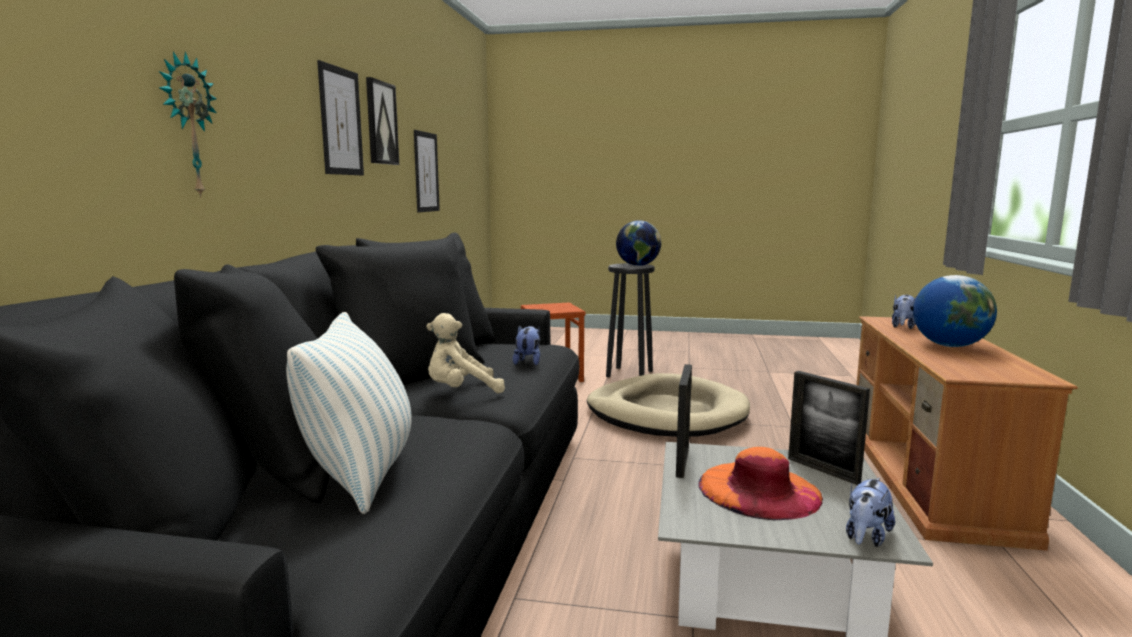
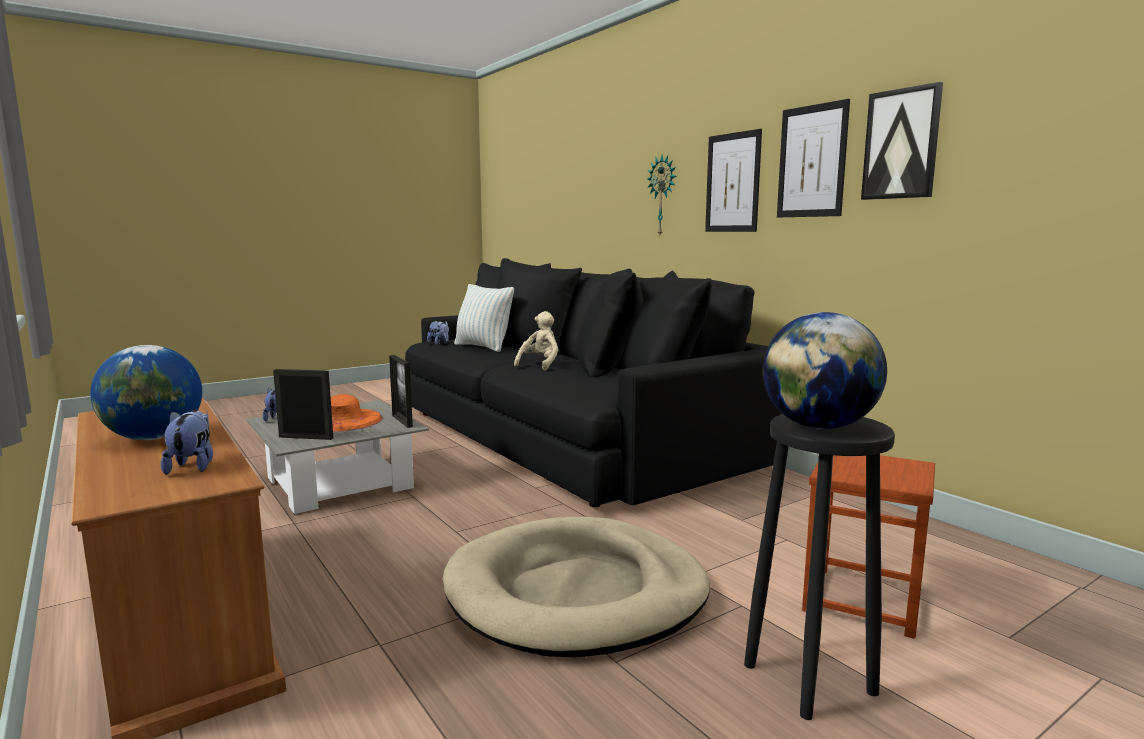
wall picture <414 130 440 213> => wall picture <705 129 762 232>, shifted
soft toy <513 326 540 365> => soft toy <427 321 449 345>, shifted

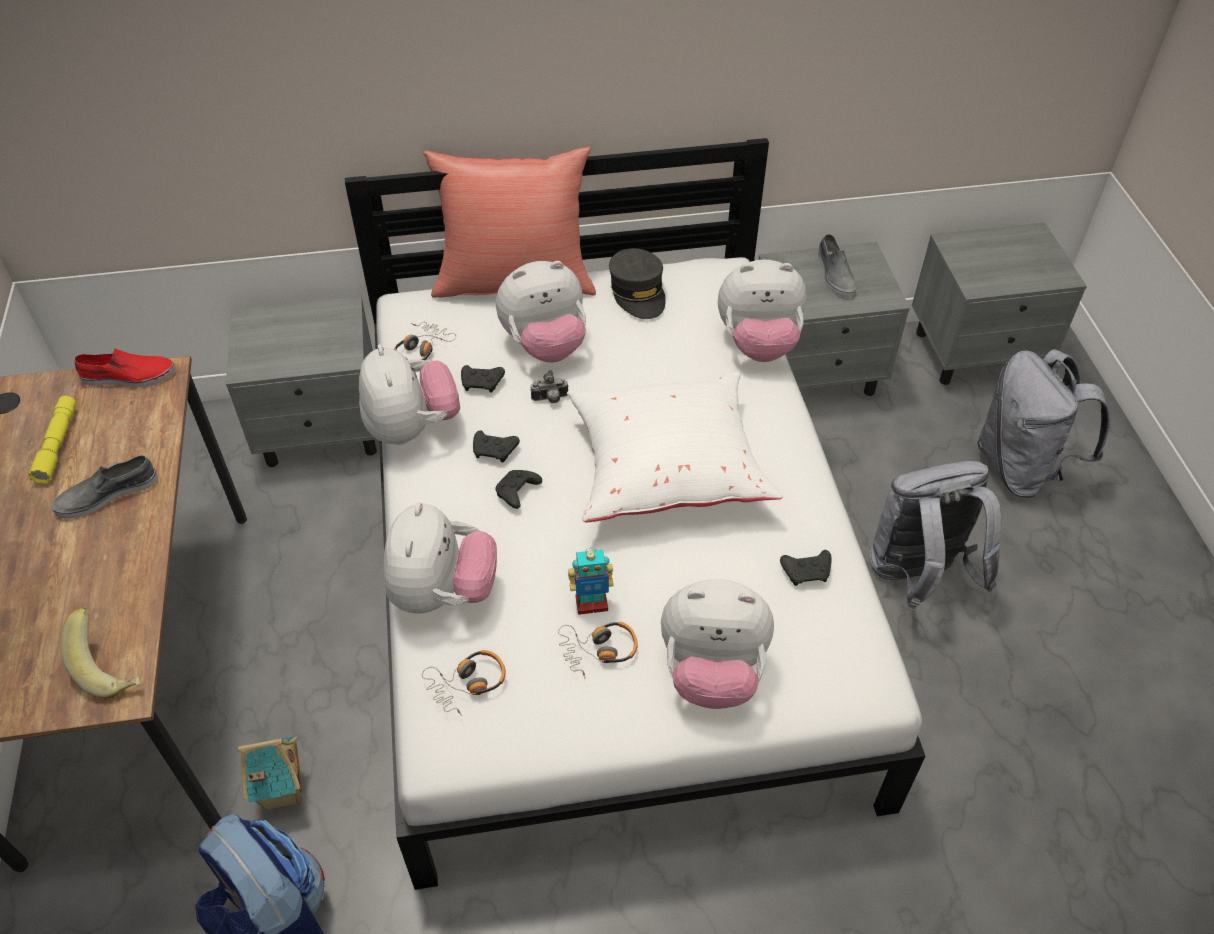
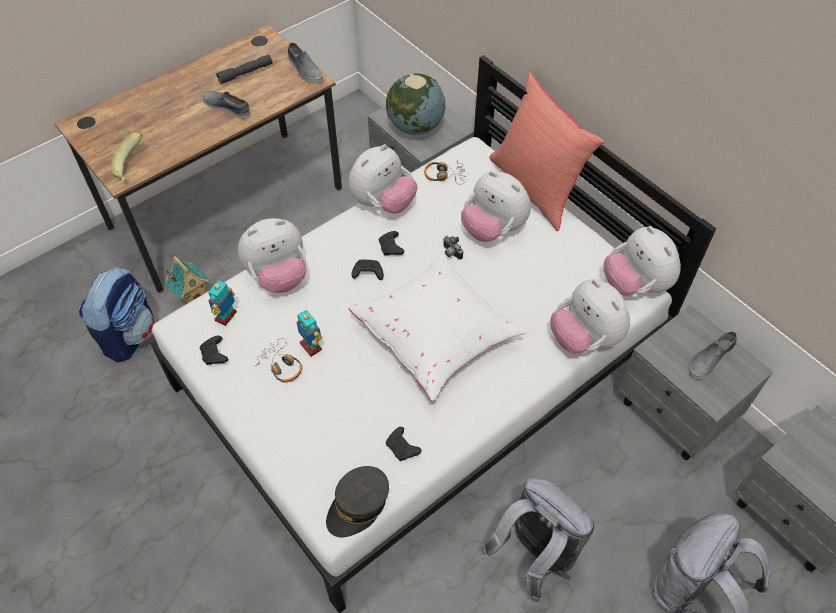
yellowish torch <28 396 77 484> => gray torch <216 55 272 84>
red low shoe <74 348 176 387> => gray low shoe <287 42 323 83>
headphones <422 650 506 716> => model robot <208 280 237 326>
black-coloured joypad <461 365 505 393> => black-coloured joypad <200 336 228 365>, shifted
gray peaked cap <609 248 666 319> => gray peaked cap <326 466 389 538>, shifted
soft toy <661 579 774 709> => soft toy <604 226 681 296>, shifted
nothing => world globe <386 73 445 135>

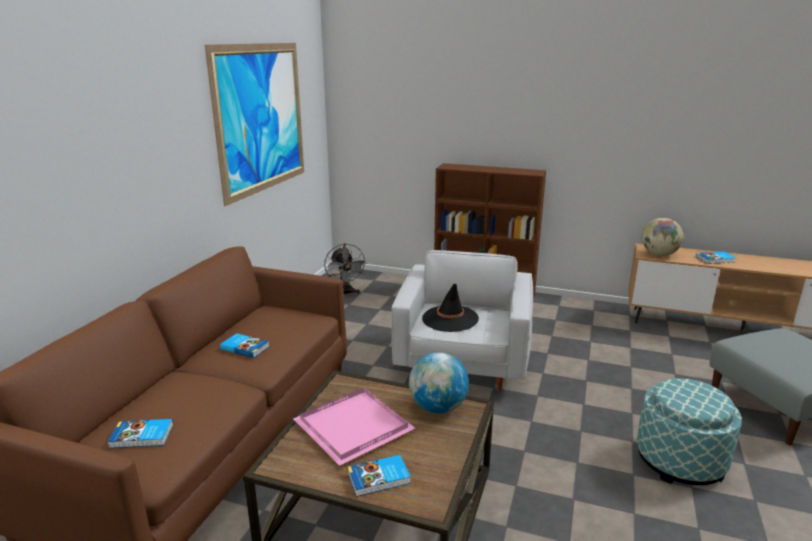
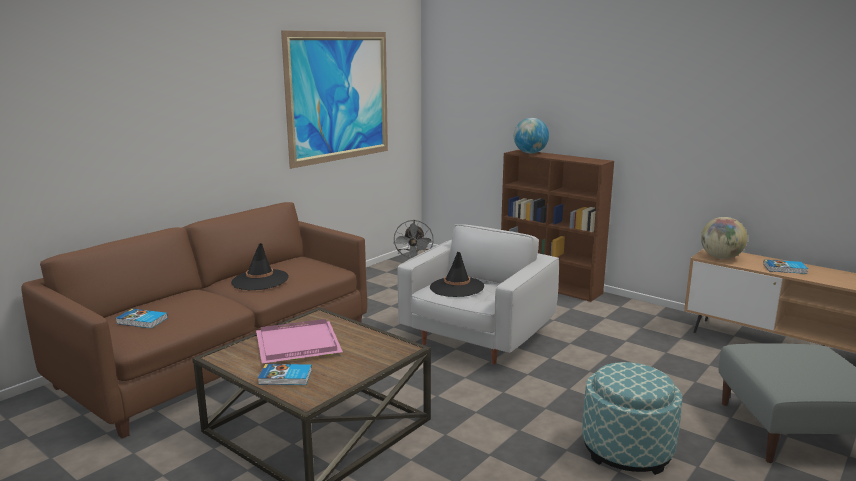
volume <220 333 270 358> => black-coloured hat <231 243 289 290>
world globe <409 352 469 414> => world globe <514 118 549 153>, shifted

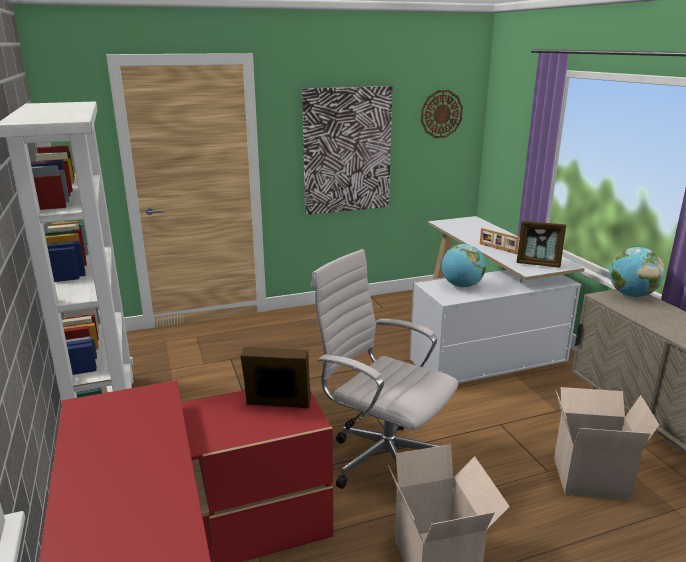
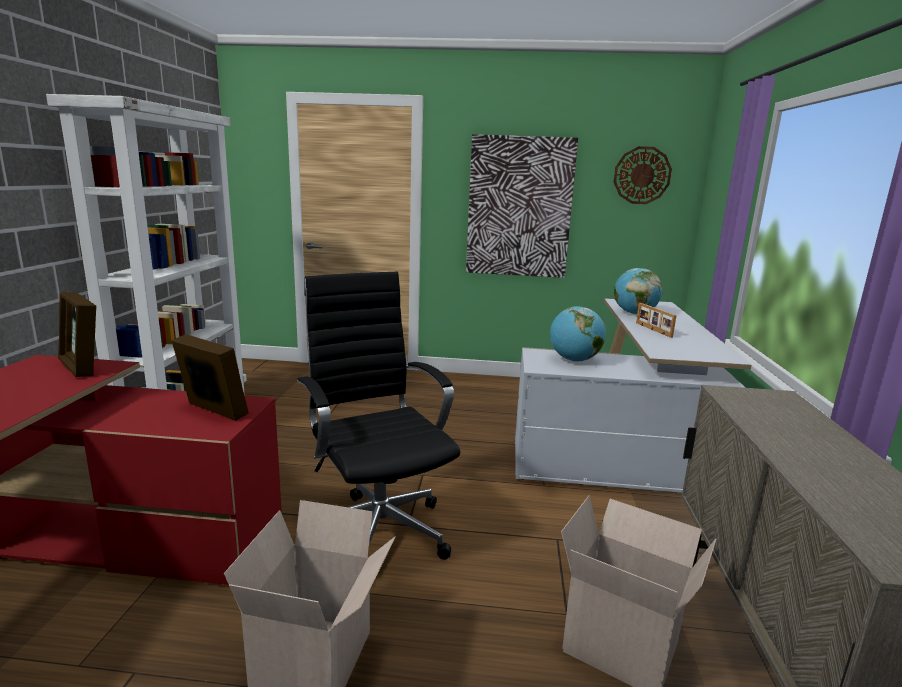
whitish computer chair <311 249 458 489> => black-coloured computer chair <297 272 460 560>
picture frame <517 221 566 268> => picture frame <58 292 96 377>, shifted
world globe <609 247 665 297> => world globe <614 268 662 314>, shifted

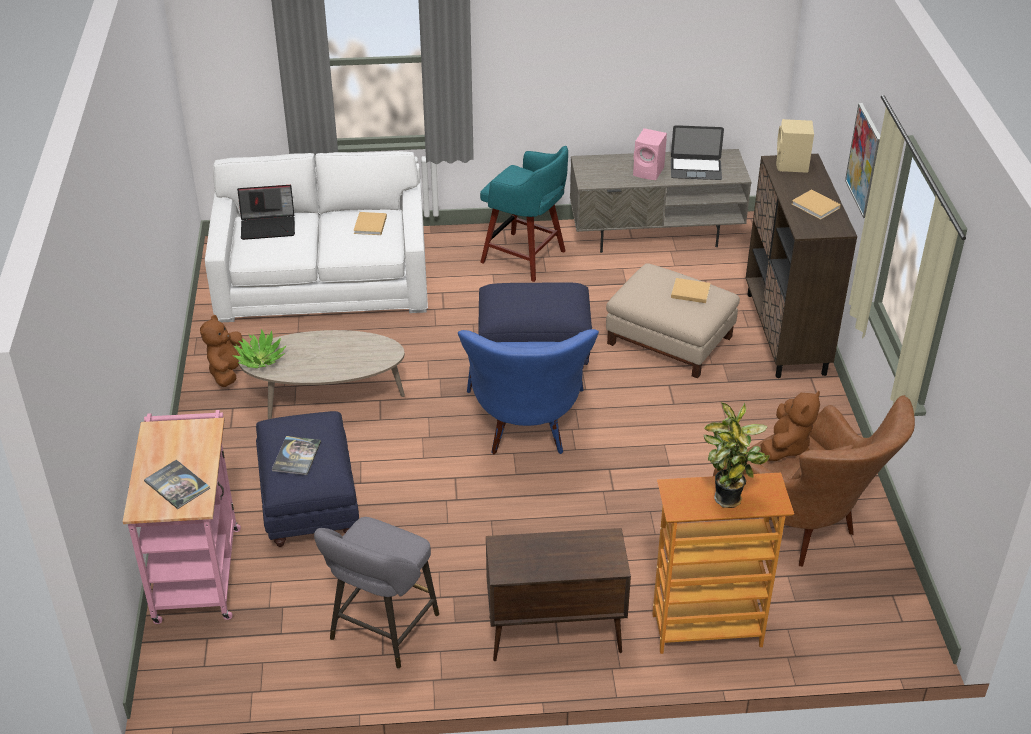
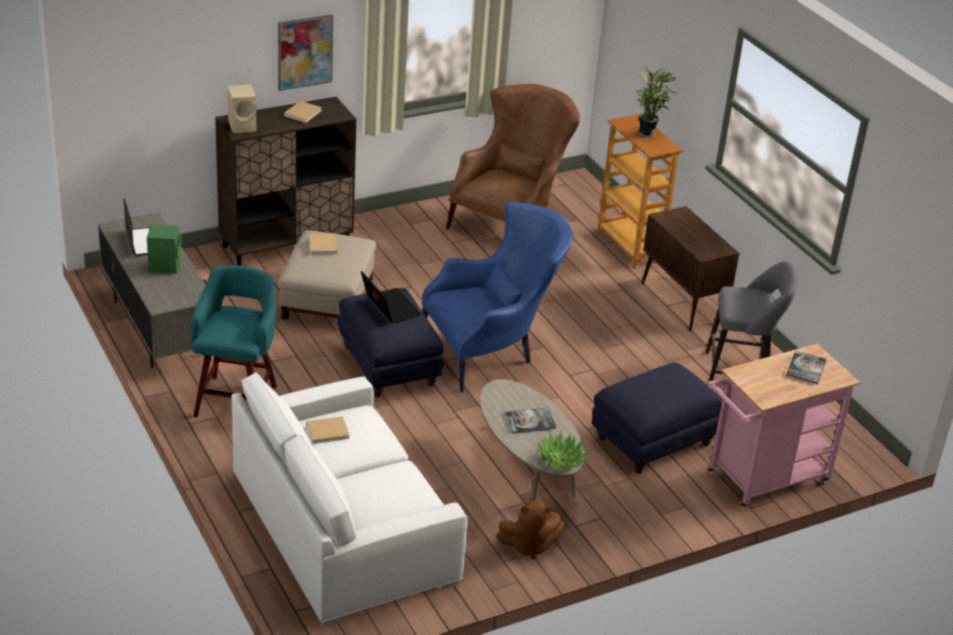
laptop <237 185 295 240> => laptop <361 271 422 323>, shifted
volume <272 436 321 475> => volume <505 407 556 434>, shifted
pink-coloured speaker <633 128 667 180> => green-coloured speaker <147 224 181 274>
brown soft toy <761 391 820 461> => nothing

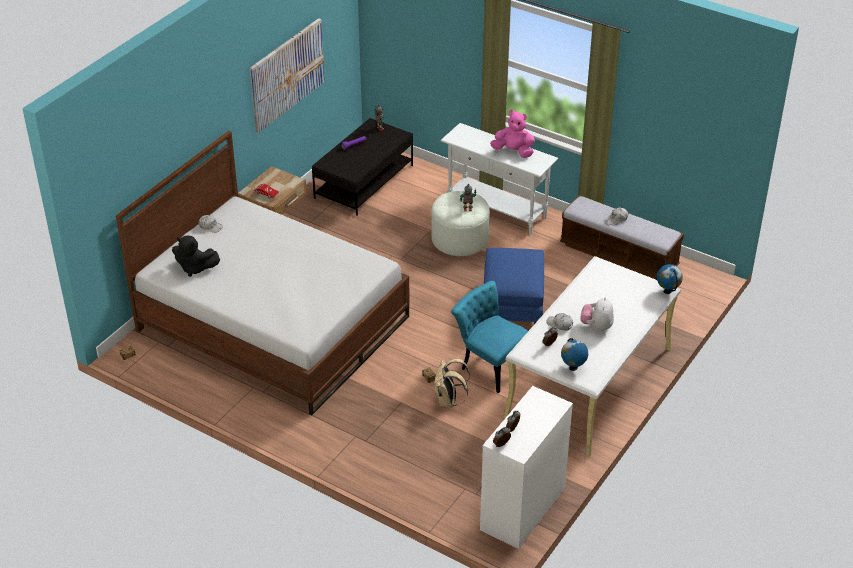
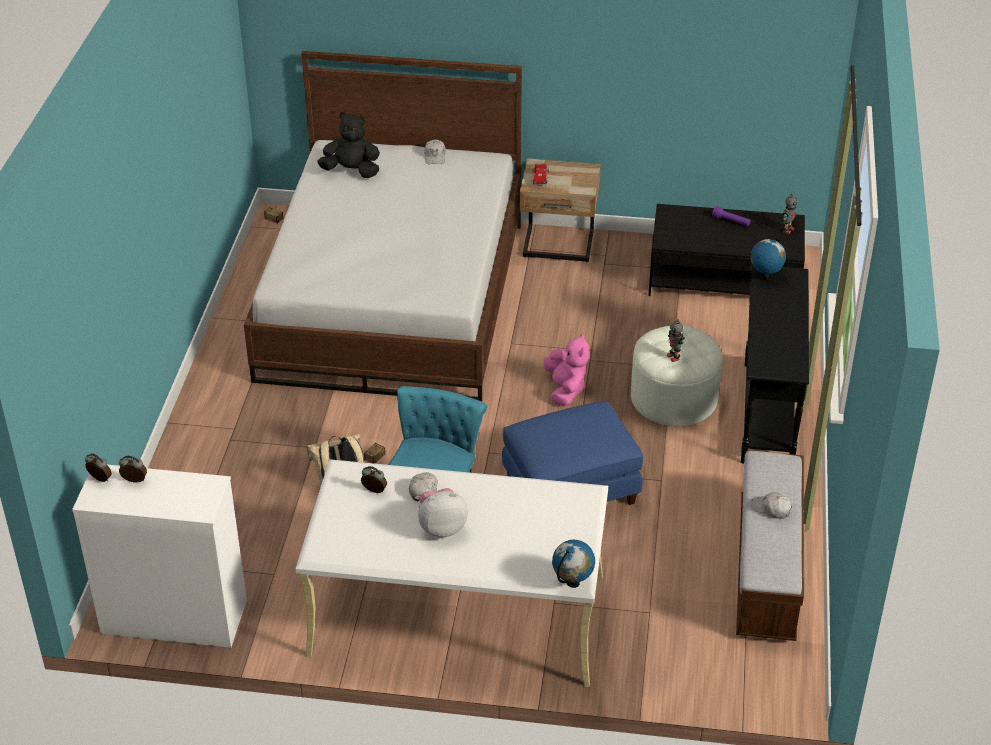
black-coloured soft toy <172 236 220 277> => black-coloured soft toy <317 112 380 178>, 105 degrees clockwise
wall picture <250 18 325 133> => nothing
whitish narrow table <441 123 558 234> => black-coloured narrow table <741 265 809 464>
pink-coloured soft toy <490 110 535 158> => pink-coloured soft toy <543 334 589 406>, shifted
world globe <561 338 588 371> => world globe <751 237 786 281>, shifted

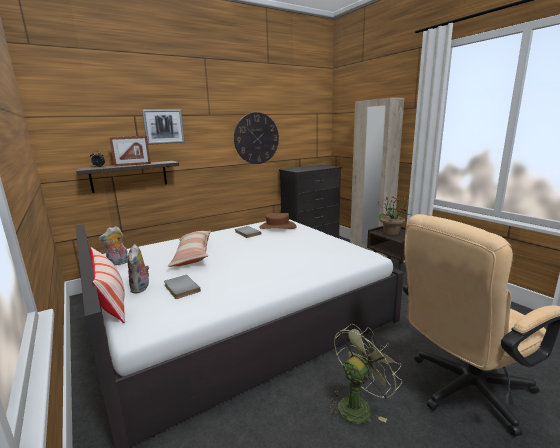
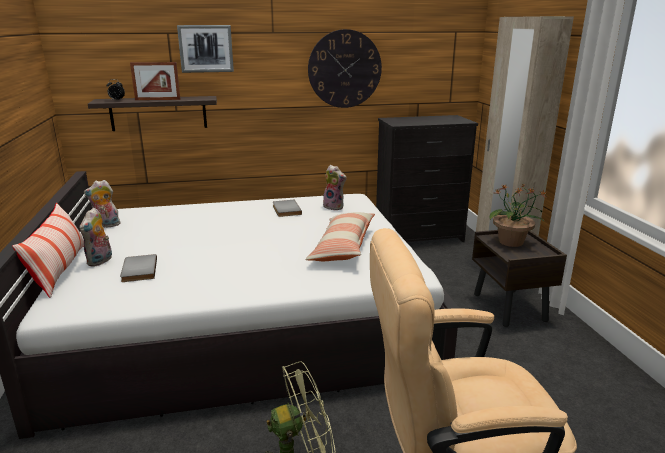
pillow <168 231 211 267> => pillow <305 212 375 261>, shifted
brown hat <259 213 297 229> => soft toy <323 165 346 210>

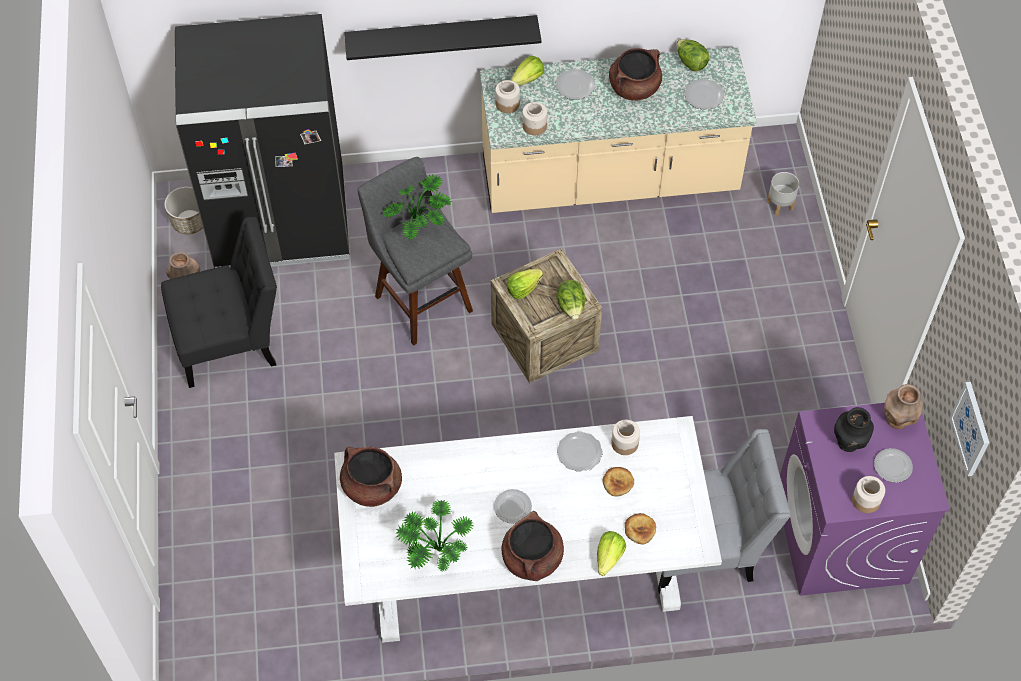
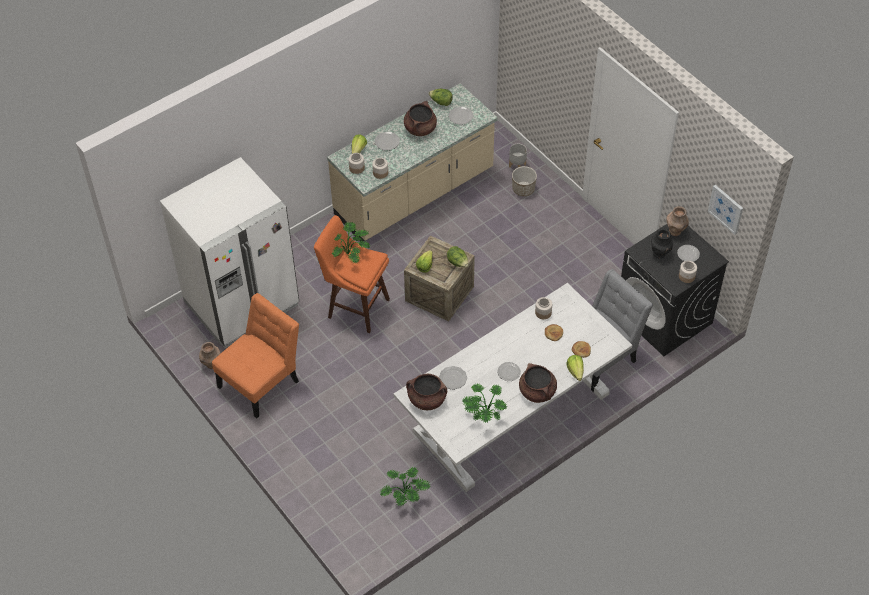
black-coloured plain chair <161 217 277 388> => orange plain chair <212 293 299 418>
plant pot <164 187 203 234> => plant pot <512 166 537 196>, shifted
black-coloured kitchen fridge <175 14 350 268> => whitish kitchen fridge <160 157 299 348>
black-coloured wall shelf <344 15 541 60> => nothing
gray stool <358 157 473 346> => orange stool <314 215 390 333>
dinner plate <557 431 603 472> => dinner plate <439 366 467 390>, shifted
purple-coloured laundry appliance <780 403 950 596> => black-coloured laundry appliance <621 224 729 356>
nothing => potted plant <380 467 431 506>

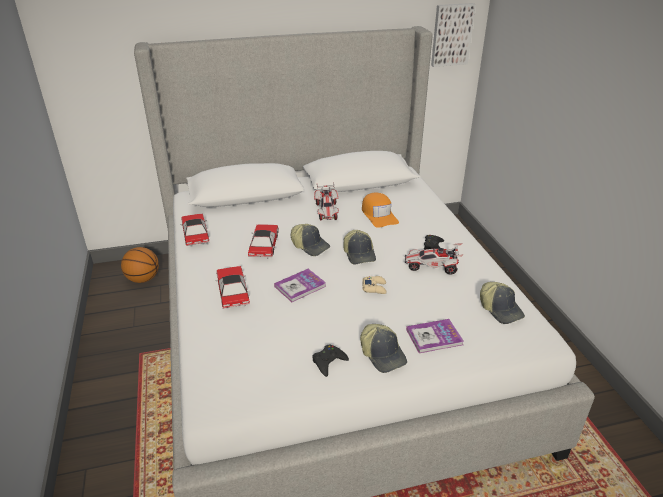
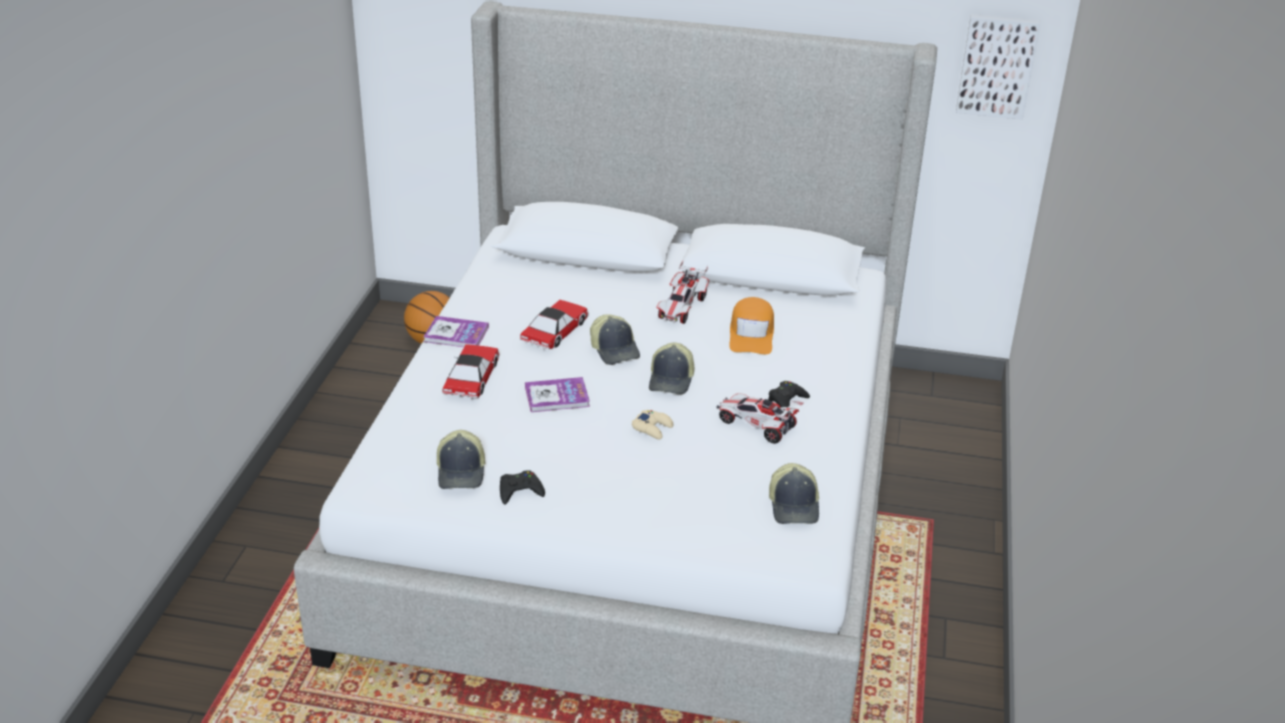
model car <181 214 210 246> => nothing
peaked cap <360 324 407 373> => peaked cap <437 430 485 489>, shifted
volume <406 319 464 353> => volume <423 316 489 347>, shifted

